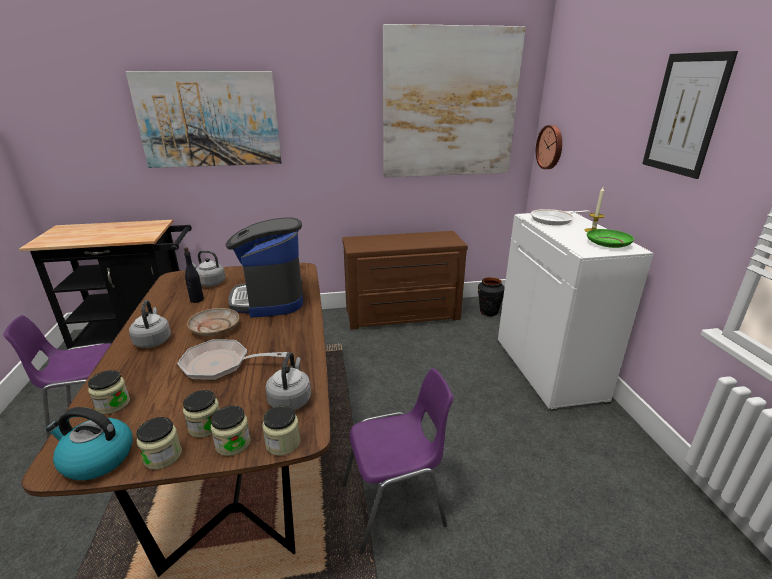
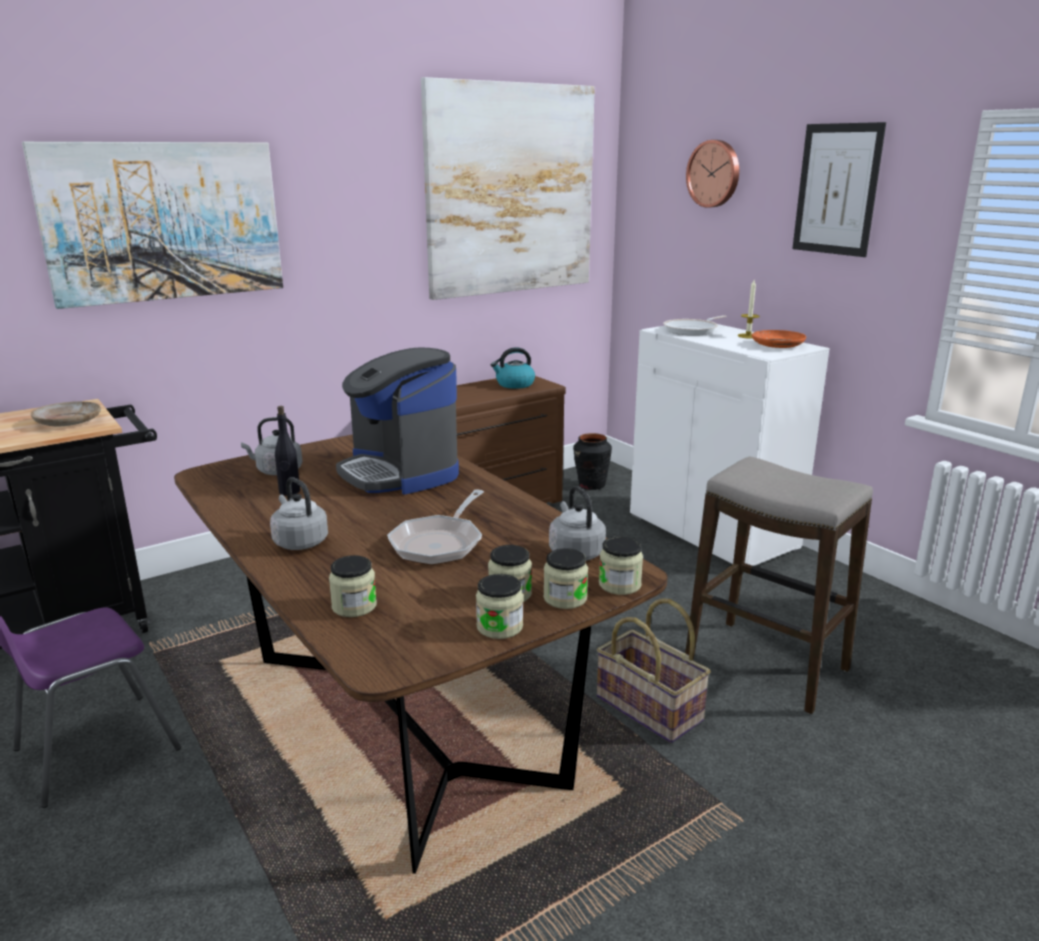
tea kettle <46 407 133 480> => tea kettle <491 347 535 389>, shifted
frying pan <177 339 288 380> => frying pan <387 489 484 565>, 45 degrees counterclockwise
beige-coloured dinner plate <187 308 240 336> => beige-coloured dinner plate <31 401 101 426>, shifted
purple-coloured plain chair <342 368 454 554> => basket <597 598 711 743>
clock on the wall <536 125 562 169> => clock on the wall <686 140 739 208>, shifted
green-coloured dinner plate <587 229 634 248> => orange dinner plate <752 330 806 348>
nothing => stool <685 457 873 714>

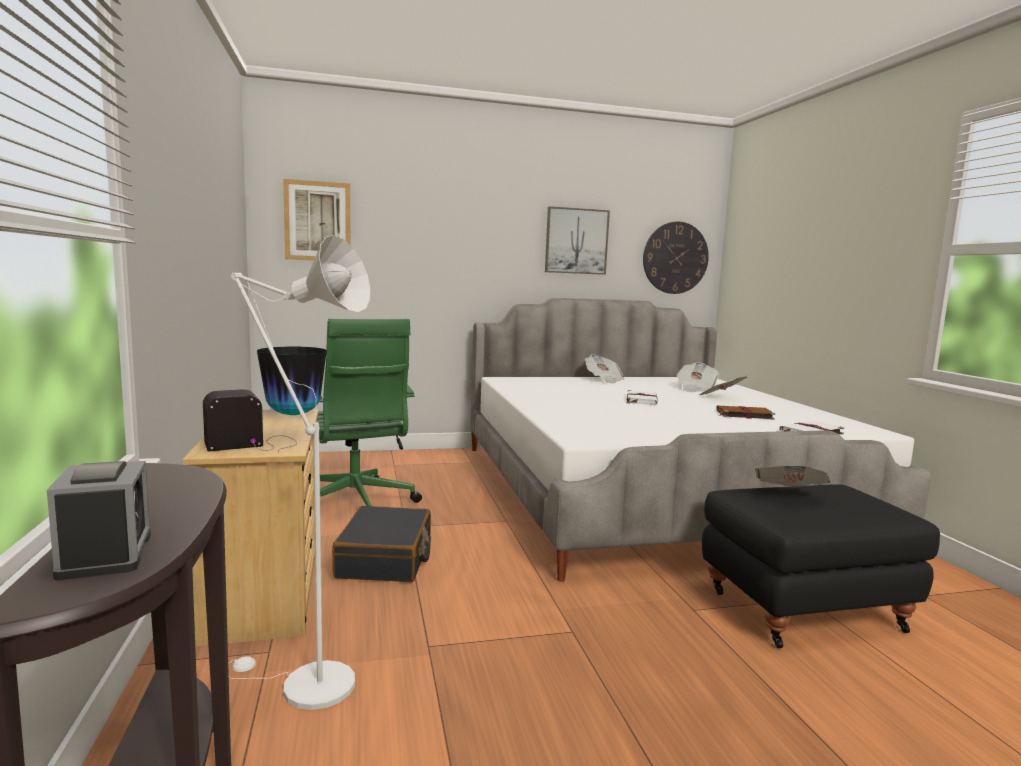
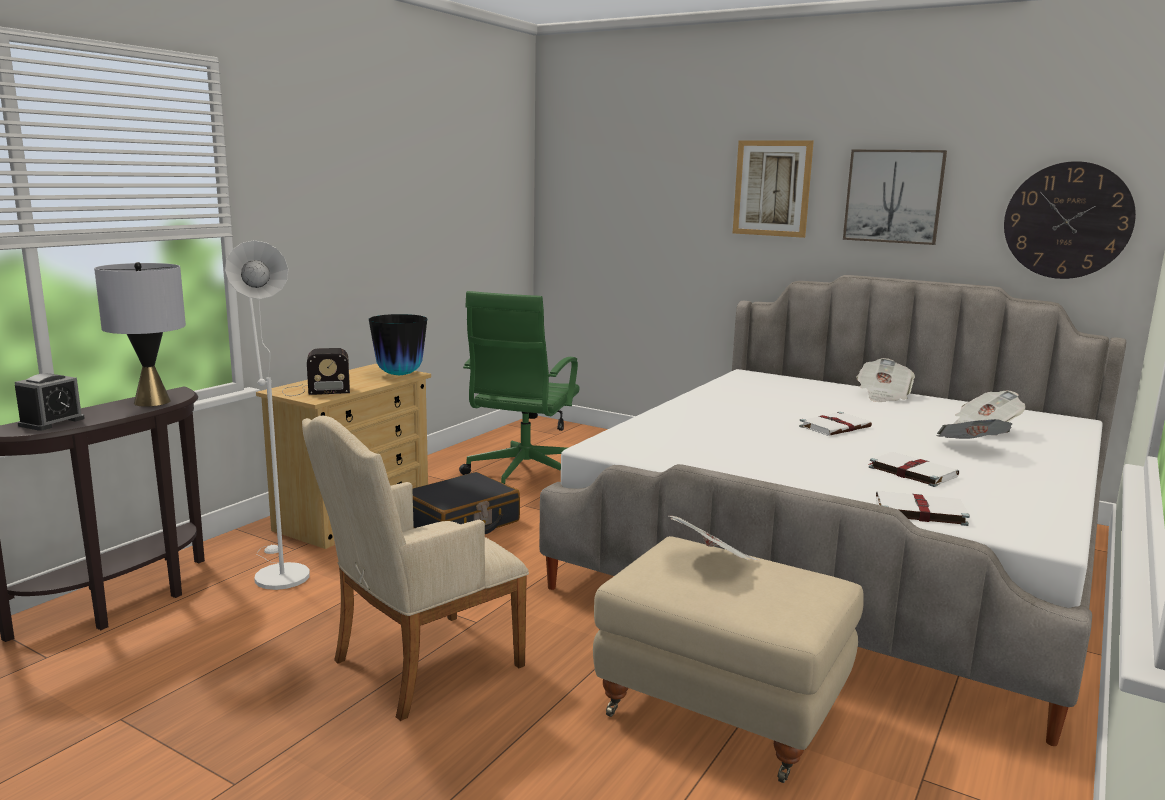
radio receiver <203 389 297 453> => radio receiver <282 348 350 396>, 150 degrees clockwise
wall picture <283 179 350 261> => wall picture <733 140 814 238>, shifted
black-coloured pouffe <702 484 940 648> => beige-coloured pouffe <593 536 864 783>
brown volume <716 405 775 420> => whitish volume <869 452 960 487>
nothing => gray tabletop lamp <94 262 186 407>
nothing => beige-coloured easy chair <302 416 529 721>

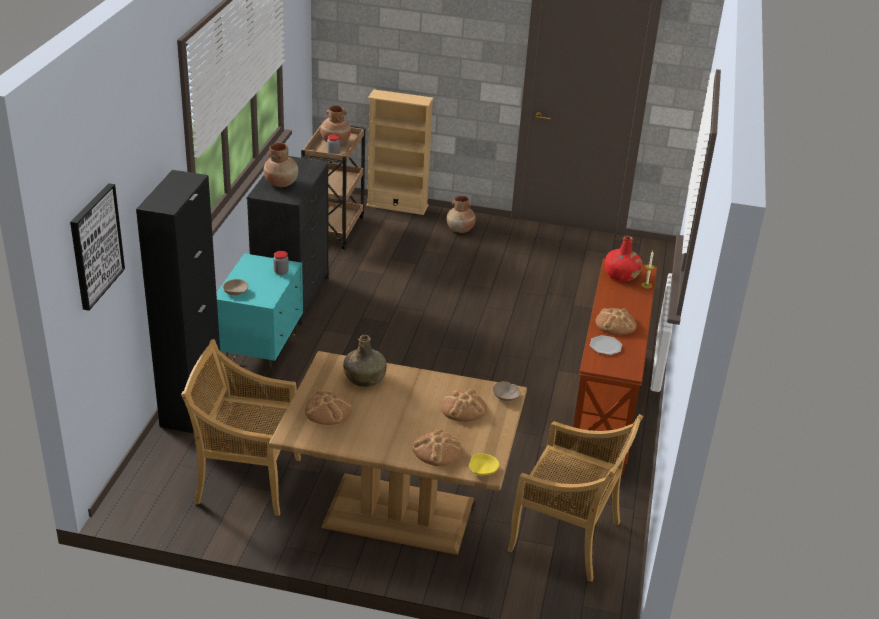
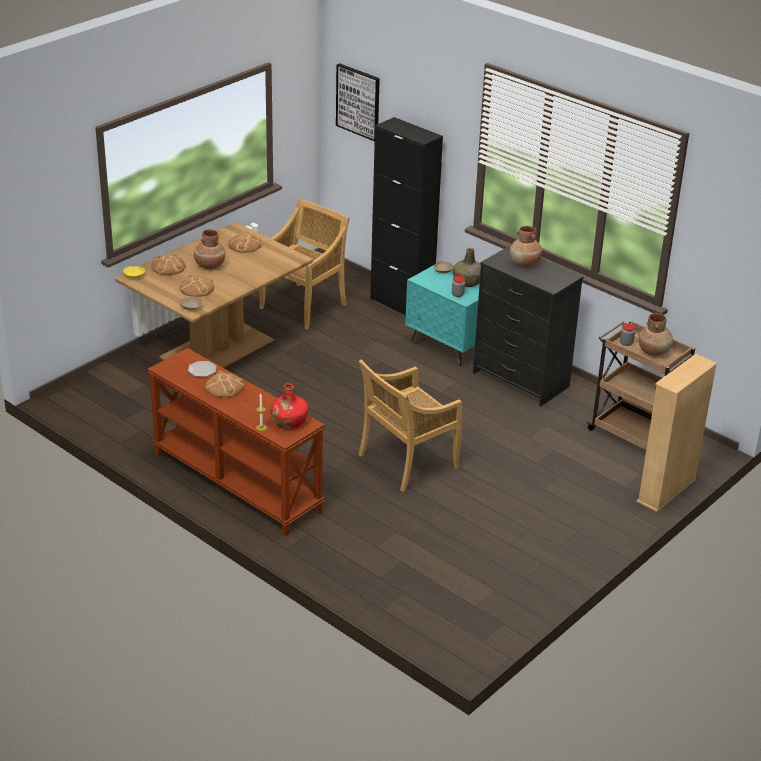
green-coloured drink bottle <343 335 387 387> => green-coloured drink bottle <453 248 481 287>, shifted
brown vase <446 196 476 233> => brown vase <194 229 225 269>, shifted
beige-coloured plain chair <507 414 643 582> => beige-coloured plain chair <359 359 462 492>, shifted

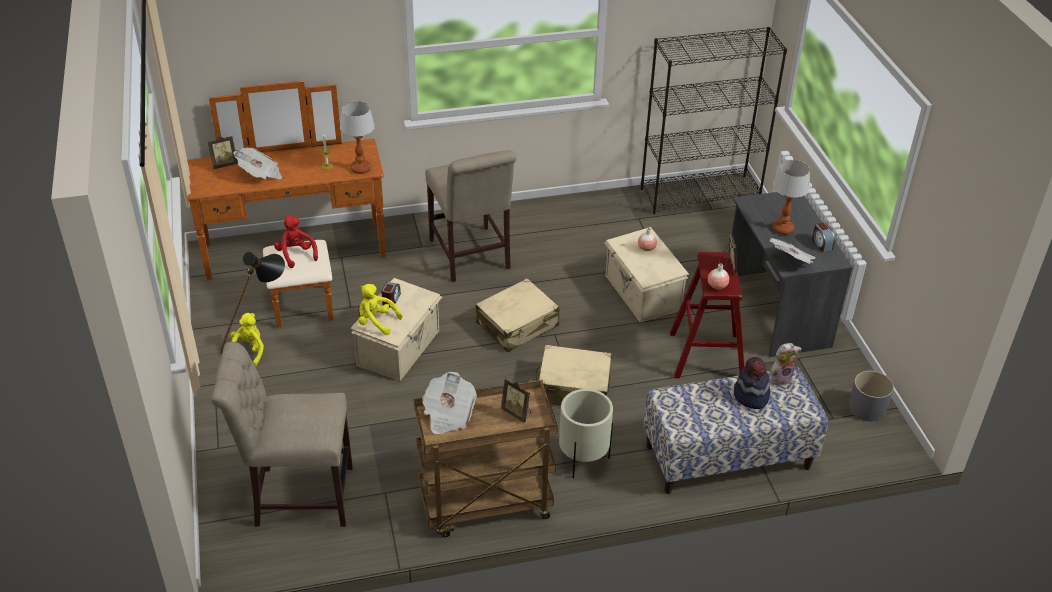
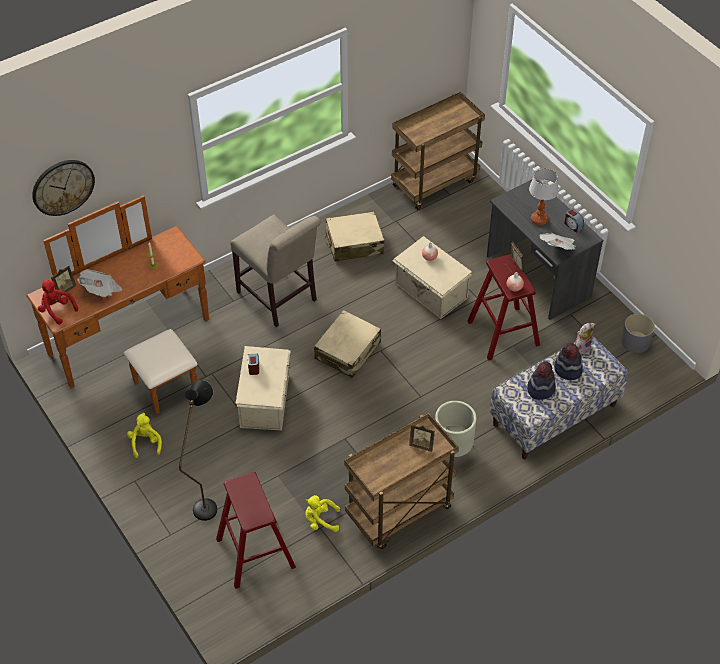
beige-coloured plain chair <211 342 353 527> => red stool <216 472 296 589>
red soft toy <274 215 318 268> => red soft toy <38 280 78 325>, shifted
tabletop lamp <340 101 375 174> => nothing
yellowish soft toy <358 284 402 335> => yellowish soft toy <305 495 340 532>, shifted
printed paper <422 372 477 434> => nothing
beige-coloured suitcase <535 344 611 405> => beige-coloured suitcase <325 211 384 262>, shifted
black-coloured bookcase <641 27 787 214> => brown trolley <391 92 485 210>
nothing => clock on the wall <32 160 95 216>
nothing => hat <527 361 556 400>

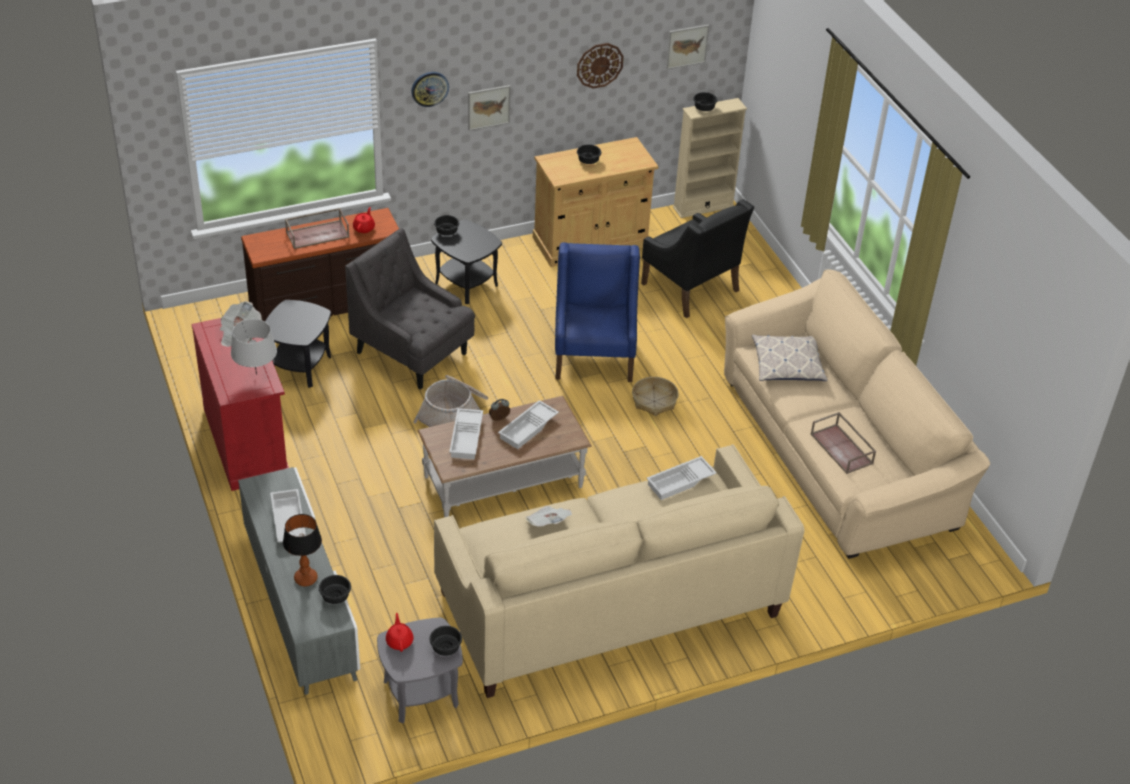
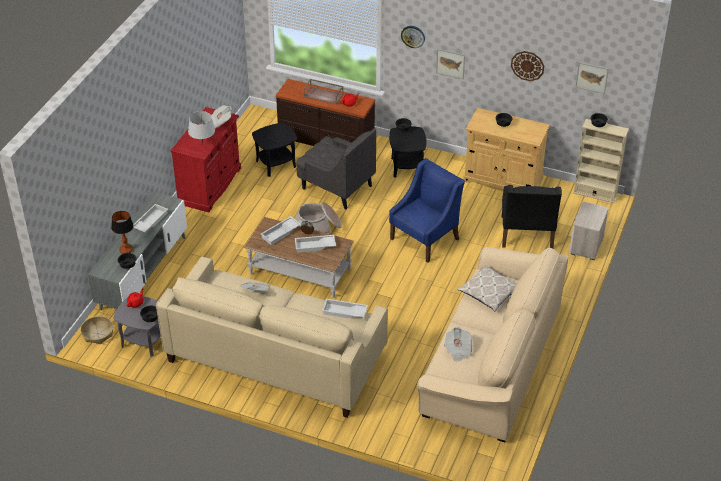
gray easy chair <345 228 475 389> => gray easy chair <296 128 376 209>, 135 degrees clockwise
basket <632 377 679 416> => basket <81 316 113 344>, shifted
brown serving tray <811 412 876 474> => printed paper <444 327 473 362>
nothing => nightstand <569 201 609 260>

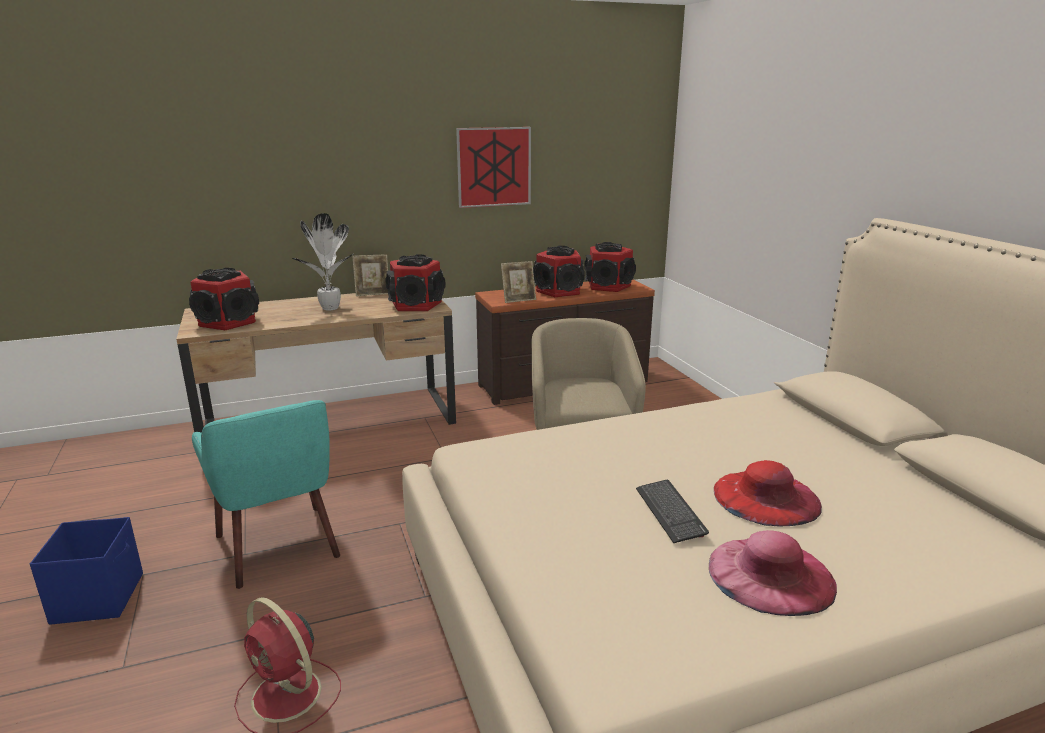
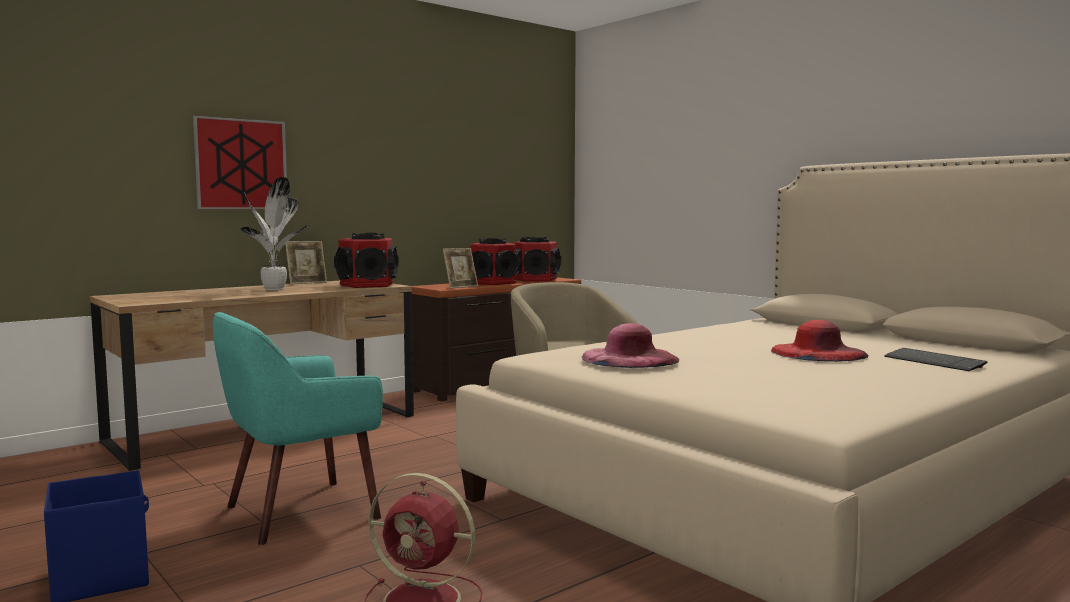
speaker <189 268 259 330> => nothing
blue-green easy chair <192 400 340 589> => blue-green easy chair <213 312 383 545>, 105 degrees clockwise
wall picture <456 127 531 208> => wall picture <193 115 287 209>, shifted
PC keyboard <636 480 709 543> => PC keyboard <884 348 988 371>, shifted
pink-coloured hat <709 530 837 616> => pink-coloured hat <582 323 679 368>, shifted

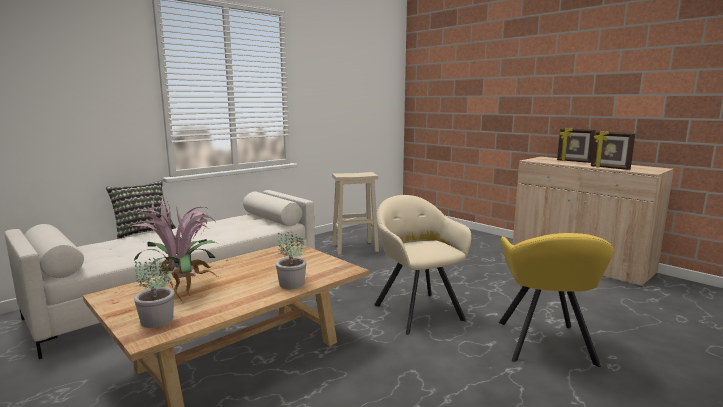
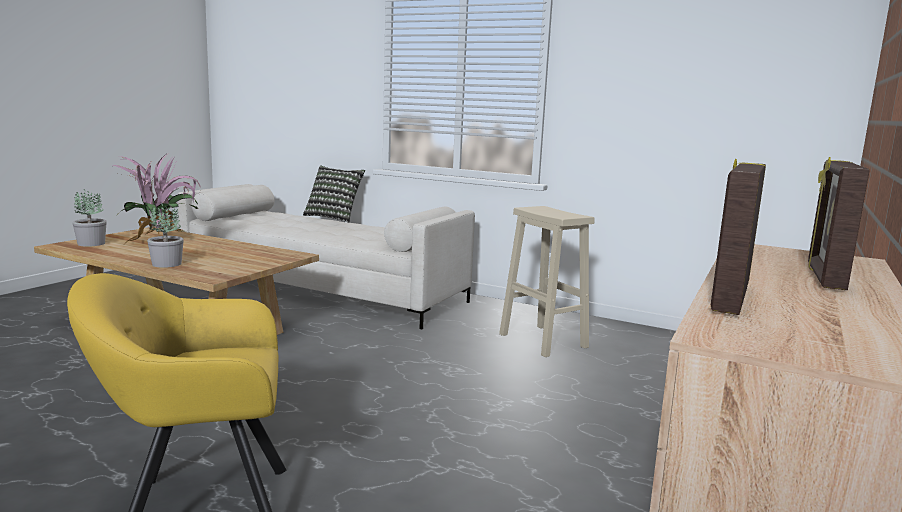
beige-coloured easy chair <374 195 471 335> => nothing

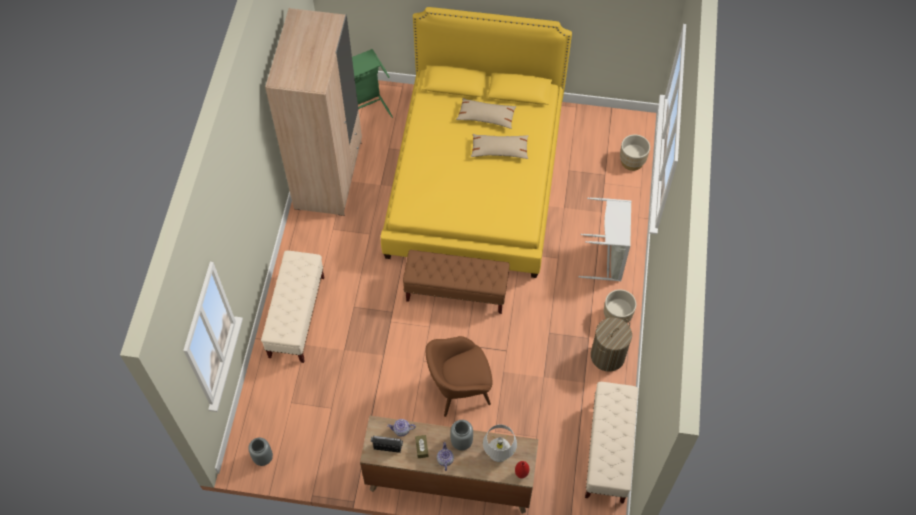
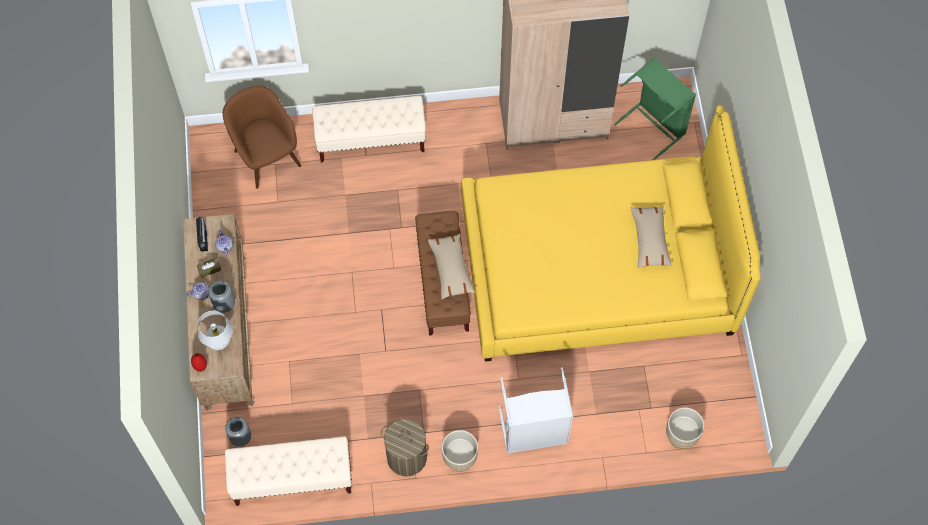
gray vase <248 438 273 466> => gray vase <225 417 251 447>, shifted
brown easy chair <426 336 492 417> => brown easy chair <223 85 301 189>, shifted
beige-coloured pillow <471 134 529 159> => beige-coloured pillow <427 234 475 299>, shifted

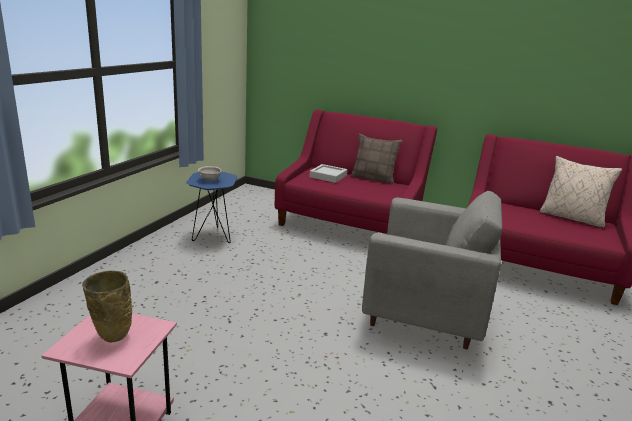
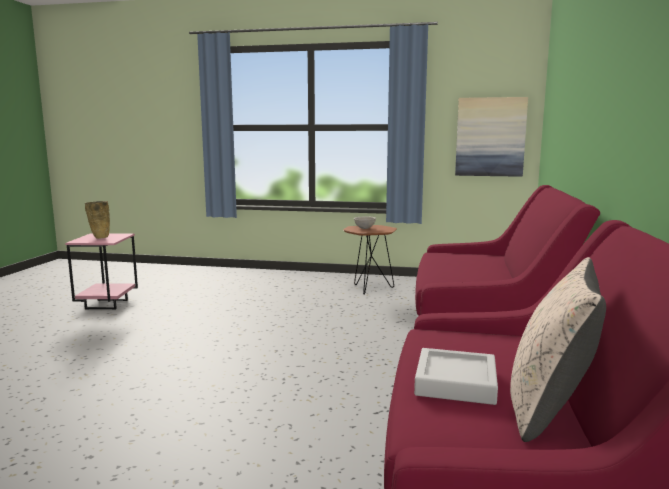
blue side table <186 171 237 243> => brown side table <343 225 397 295>
gray serving tray <309 164 347 183> => gray serving tray <414 348 498 405>, shifted
pillow <351 134 402 184> => nothing
gray easy chair <362 191 502 349> => nothing
nothing => wall picture <455 97 528 177>

